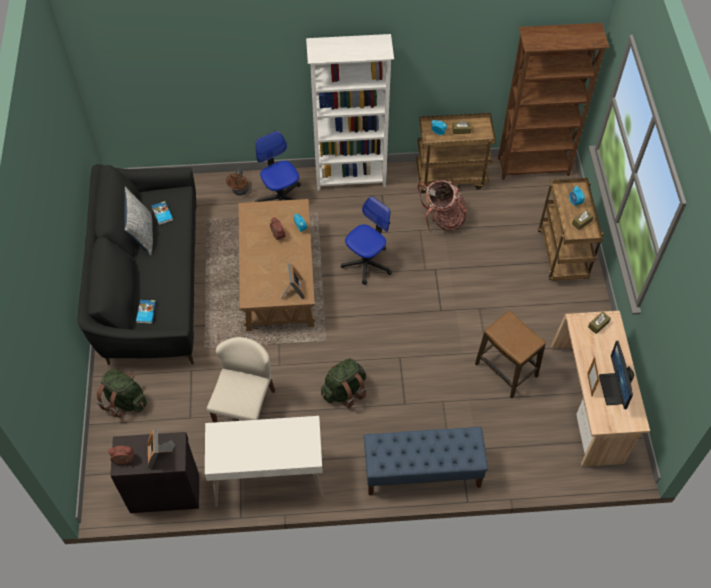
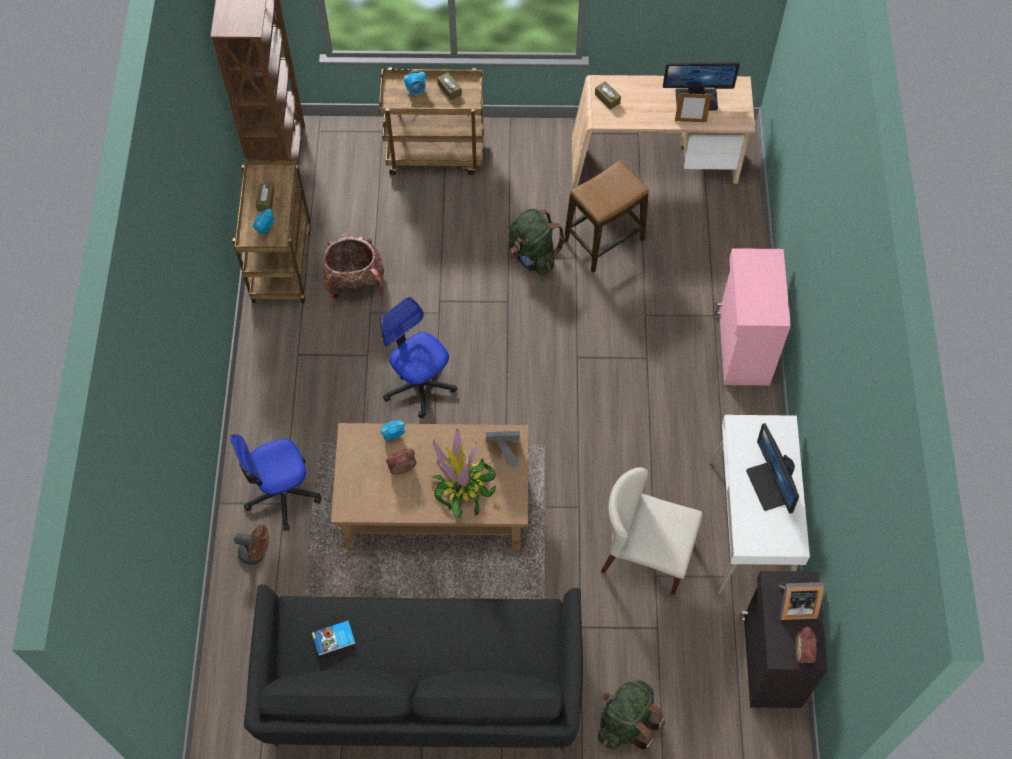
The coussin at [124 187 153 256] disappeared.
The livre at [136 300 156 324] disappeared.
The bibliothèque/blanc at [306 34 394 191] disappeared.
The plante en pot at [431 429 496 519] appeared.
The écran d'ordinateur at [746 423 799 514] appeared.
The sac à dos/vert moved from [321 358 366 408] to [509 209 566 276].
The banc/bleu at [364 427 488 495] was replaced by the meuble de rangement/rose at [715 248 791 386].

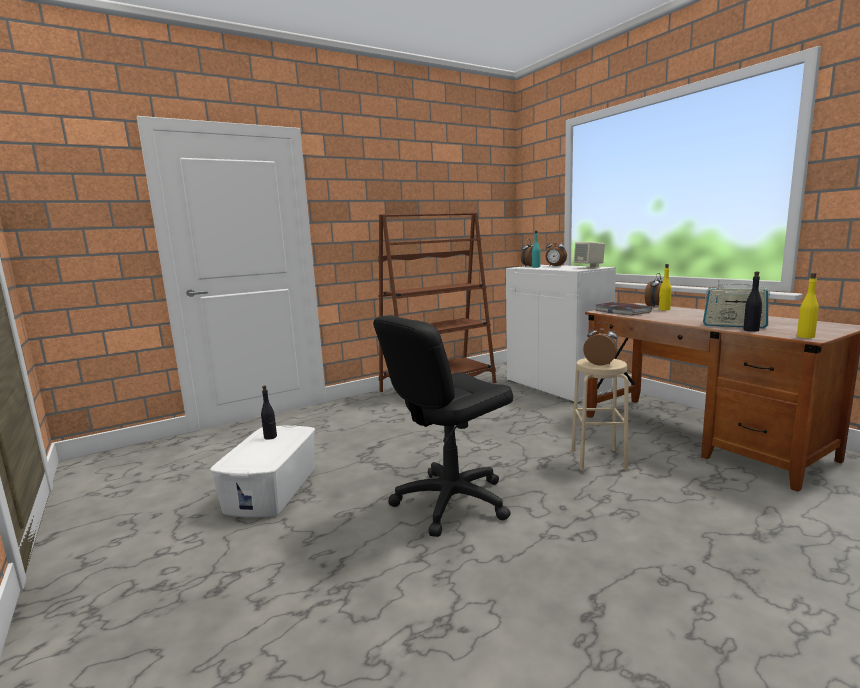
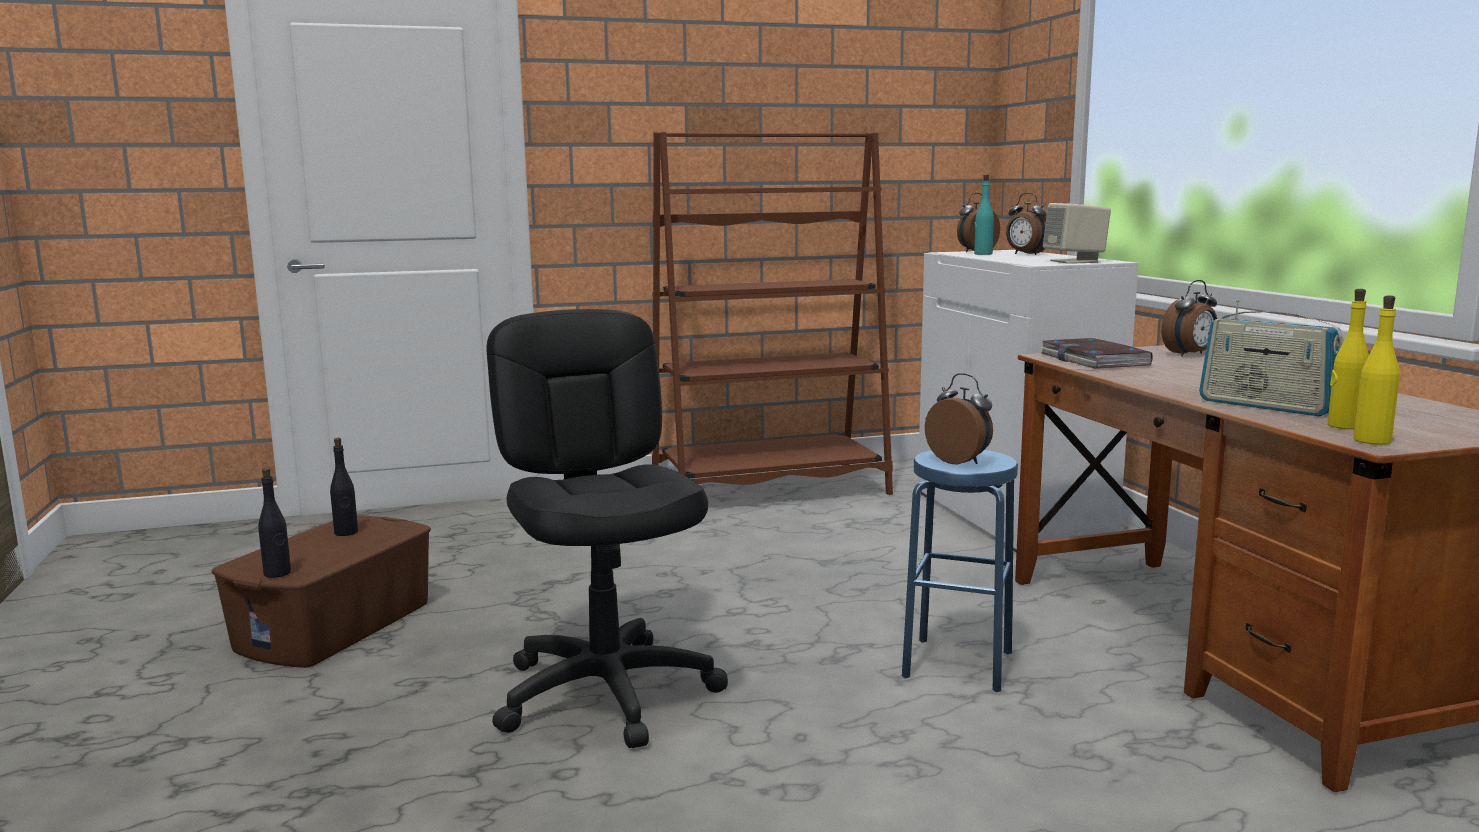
The bouteille/jaune moved from [659 264 672 310] to [1327 289 1369 429].
The bouteille/noir moved from [743 271 762 332] to [258 468 291 578].
The boîte de rangement/blanc at [210 425 315 518] became the boîte de rangement/marron at [212 515 431 668].
The tabouret/beige at [571 358 628 470] became the tabouret/bleu at [902 450 1018 692].
The chaise de bureau/noir at [373 316 513 537] turned 90 degrees clockwise.

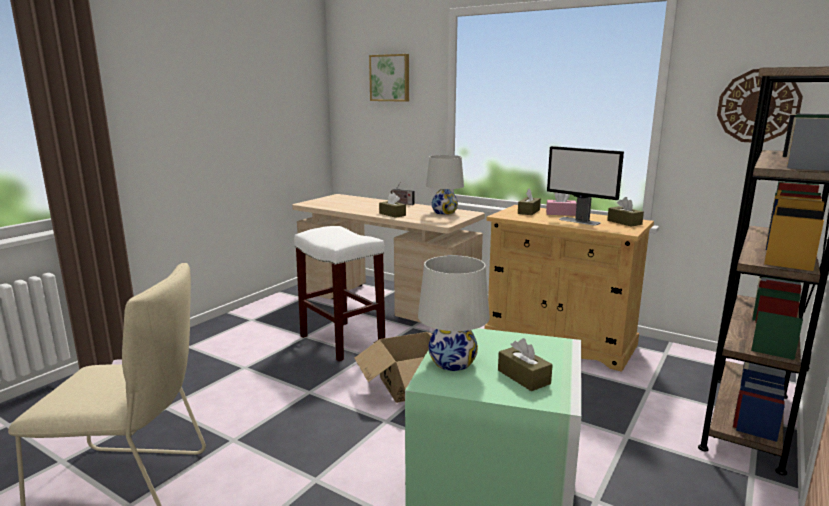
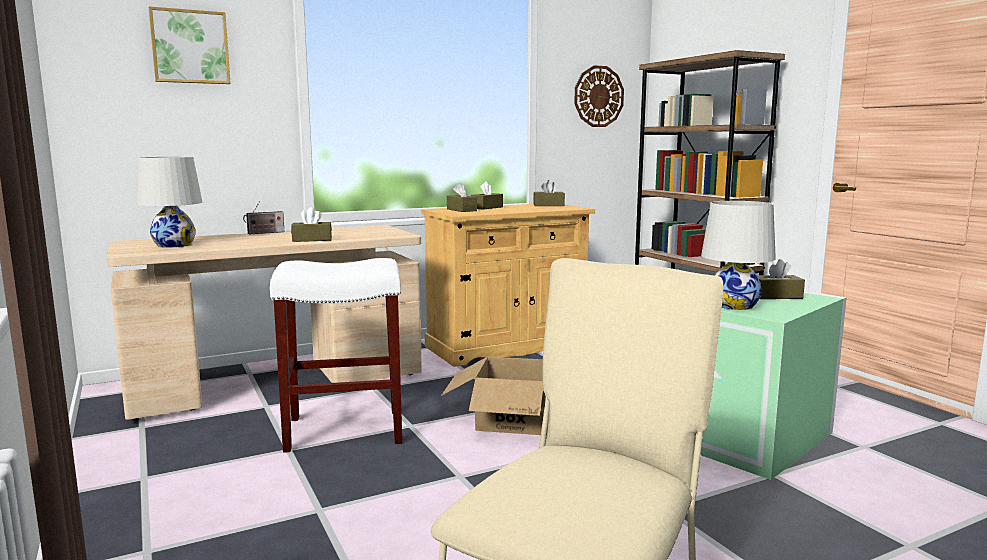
The écran d'ordinateur at [547 146 624 225] disappeared.
The lampe de table/blanc moved from [426 155 464 215] to [137 157 203 248].
The boîte à mouchoirs/rose at [546 193 577 216] became the boîte à mouchoirs/marron at [471 181 503 209].

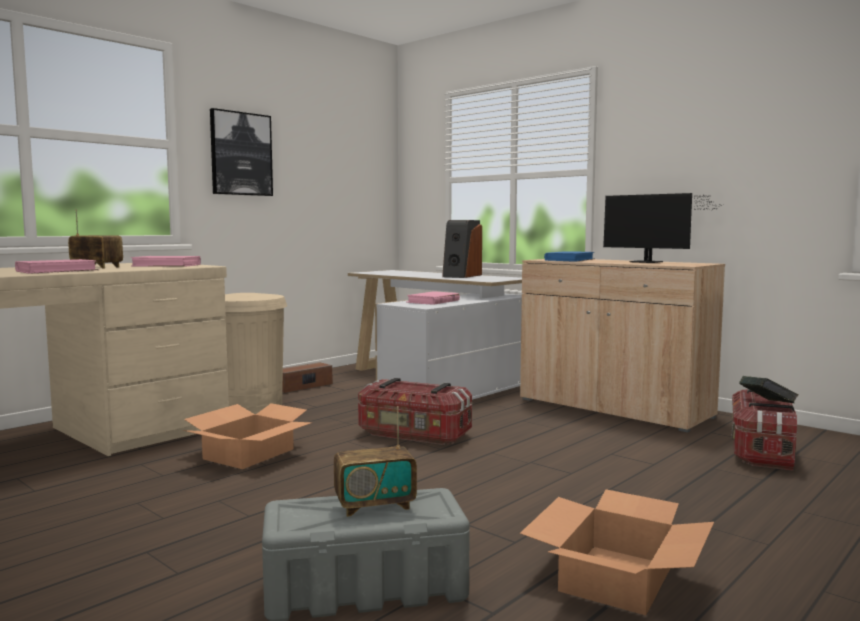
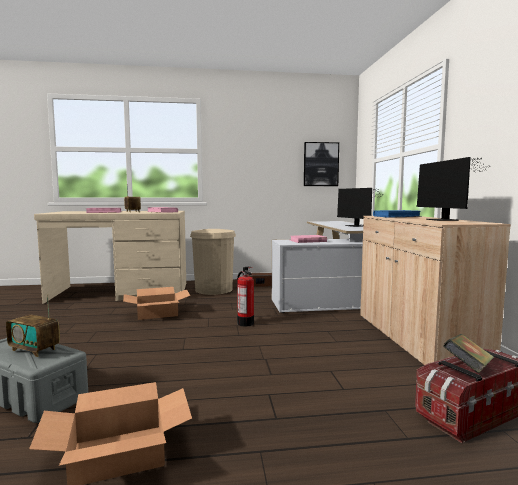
The tableau moved from [210 108 273 196] to [304 142 339 186].
The boîte de rangement at [358 378 472 445] was replaced by the extincteur at [237 267 254 326].
The enceinte at [442 220 482 278] was replaced by the écran d'ordinateur at [337 188 382 227].

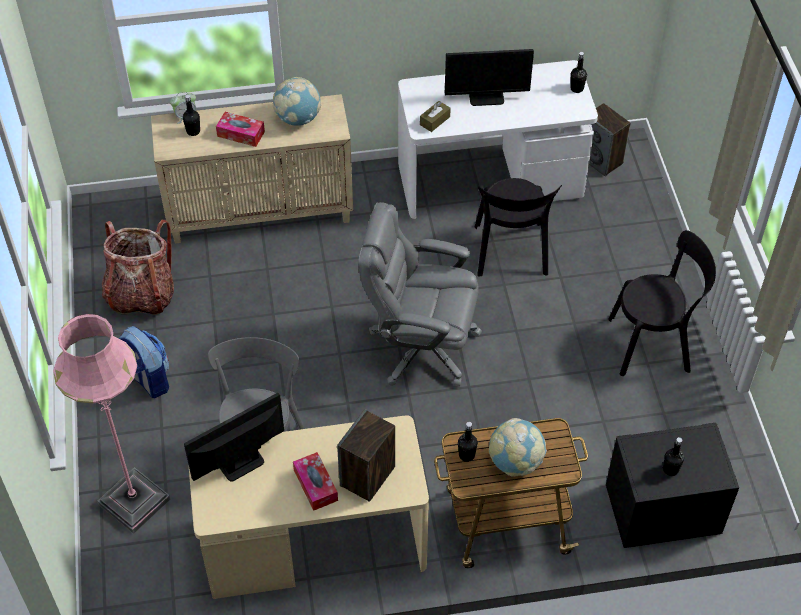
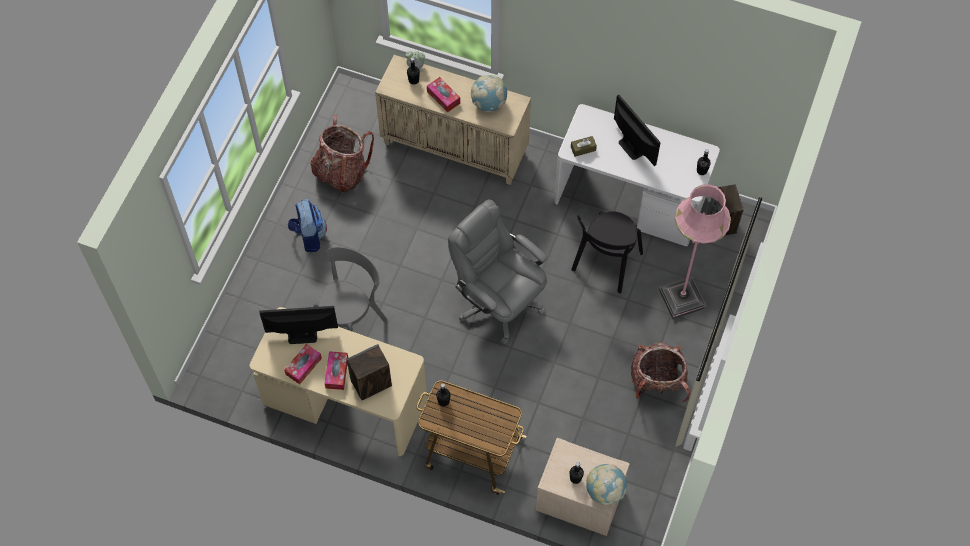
The boîte à mouchoirs at [284 344 322 384] appeared.
The lampadaire/rose moved from [53 314 170 534] to [659 184 731 319].
The globe moved from [489 418 547 477] to [586 464 627 505].
The chaise/noir at [608 230 716 376] was replaced by the sac à dos at [631 342 690 402].
The table de chevet/noir at [606 423 739 548] became the table de chevet/beige at [536 438 629 536].
The écran d'ordinateur at [445 49 534 106] turned 150 degrees counterclockwise.

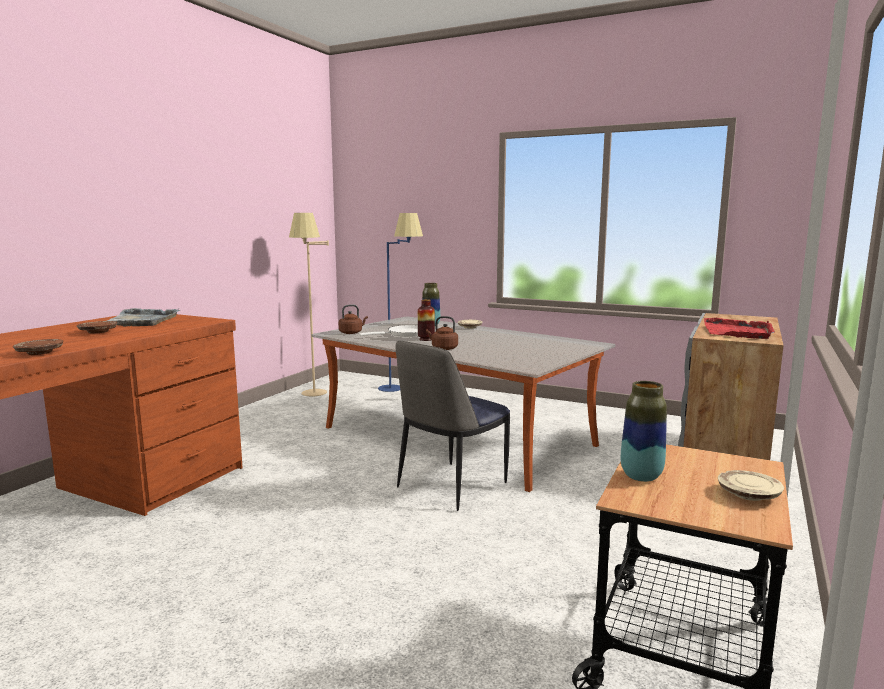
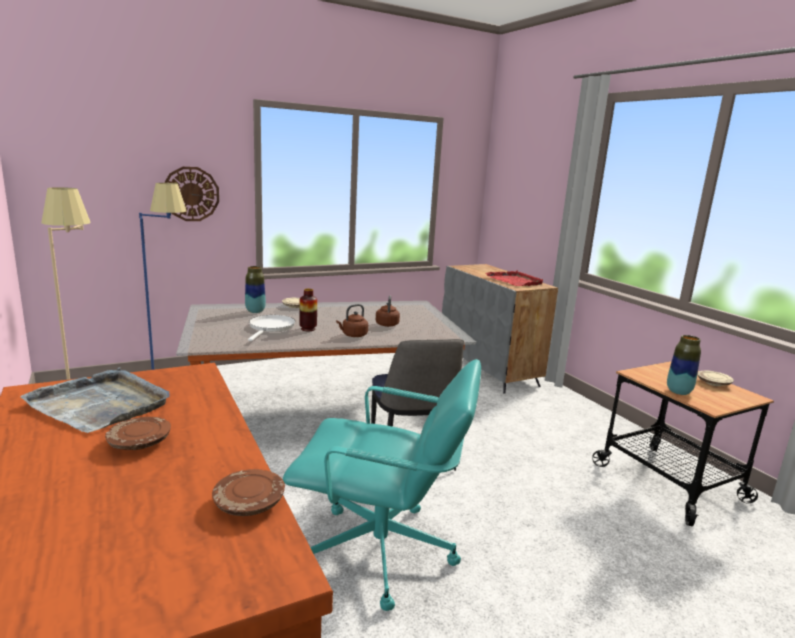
The horloge murale at [164 167 219 221] appeared.
The chaise de bureau/turquoise at [283 359 481 611] appeared.
The bouilloire/marron moved from [339 304 368 334] to [376 296 400 327].

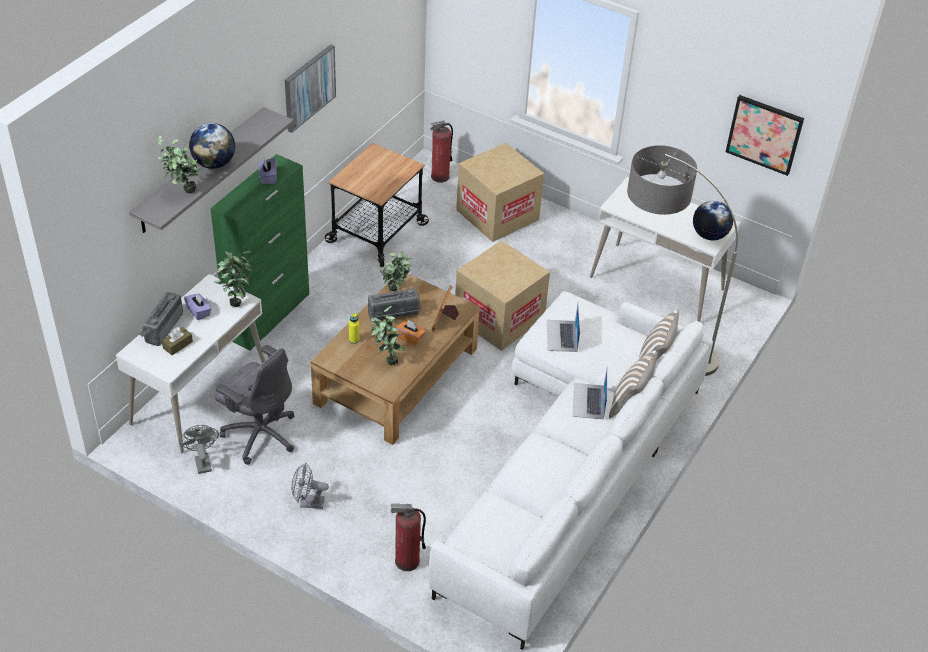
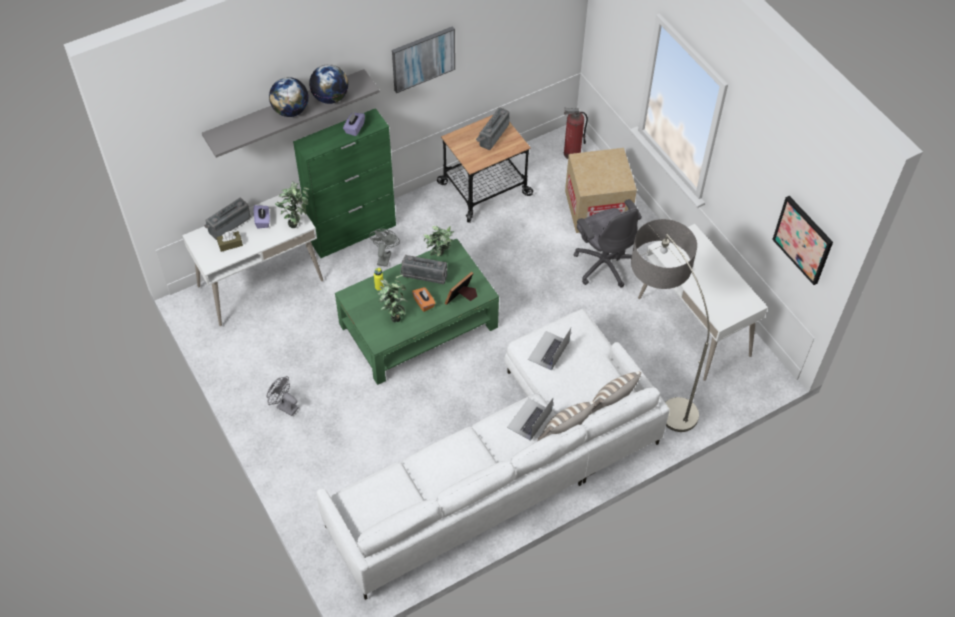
The plante en pot at [158 136 201 193] disappeared.
The extincteur at [391 504 426 571] disappeared.
The carton at [455 240 550 351] disappeared.
The radio at [476 107 510 150] appeared.
The ventilateur/gris moved from [179 425 219 474] to [369 229 400 267].
The chaise de bureau/gris moved from [214 345 294 465] to [574 199 642 287].
The globe moved from [693 201 733 240] to [309 64 349 104].
The table basse/marron at [311 274 480 445] became the table basse/vert at [335 238 499 385].

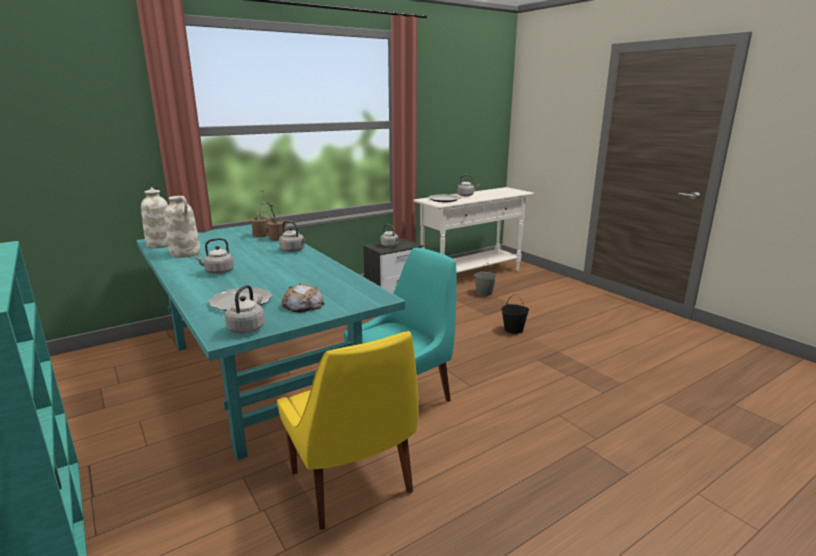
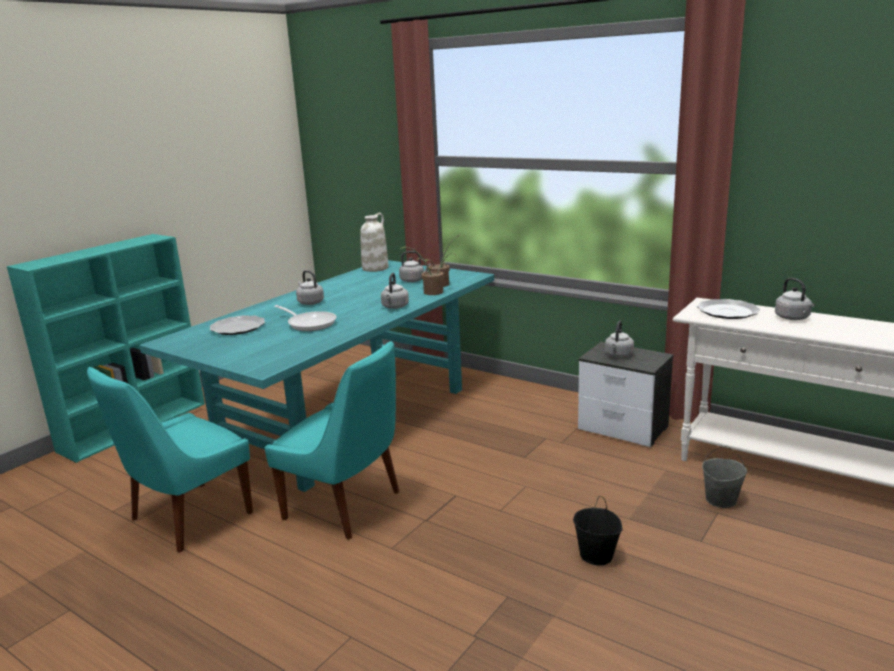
The vase/blanc at [165 196 201 258] disappeared.
The pain at [282 284 325 312] disappeared.
The poêle at [274 305 337 331] appeared.
The bouilloire/gris moved from [225 285 264 334] to [399 251 431 282].
The chaise/jaune at [277 331 419 530] became the chaise/turquoise at [87 367 253 552].

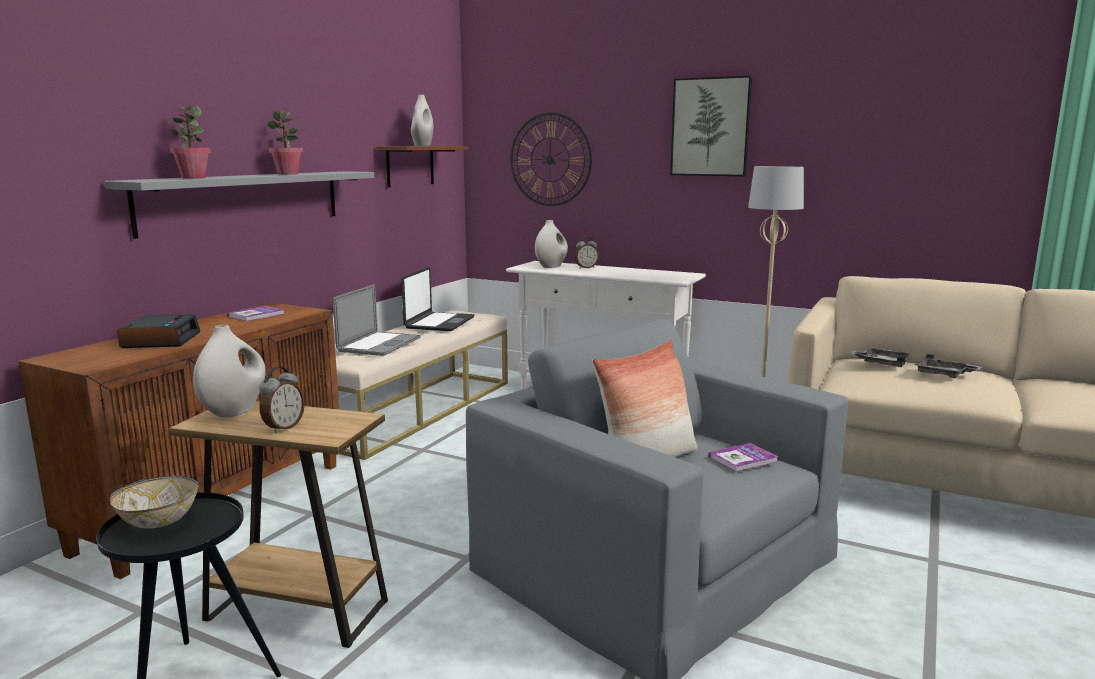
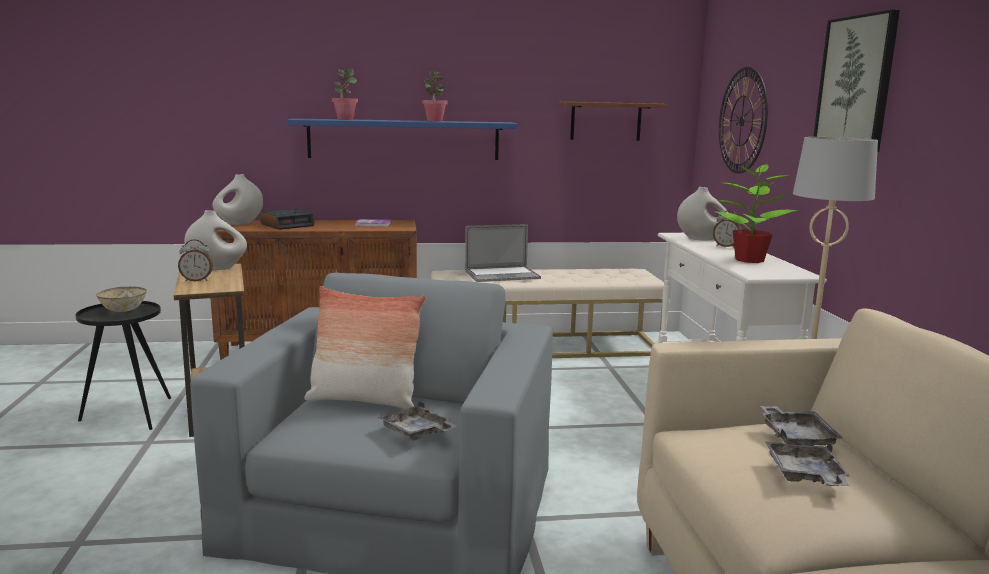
The ordinateur portable at [401 267 475 331] disappeared.
The plante en pot at [716 163 798 263] appeared.
The vase/blanc moved from [411 95 433 146] to [212 174 263 225].
The livre at [708 443 779 472] was replaced by the plateau/gris at [378 401 458 440].
The étagère/gris at [104 171 374 239] became the étagère/bleu at [287 118 518 160].

